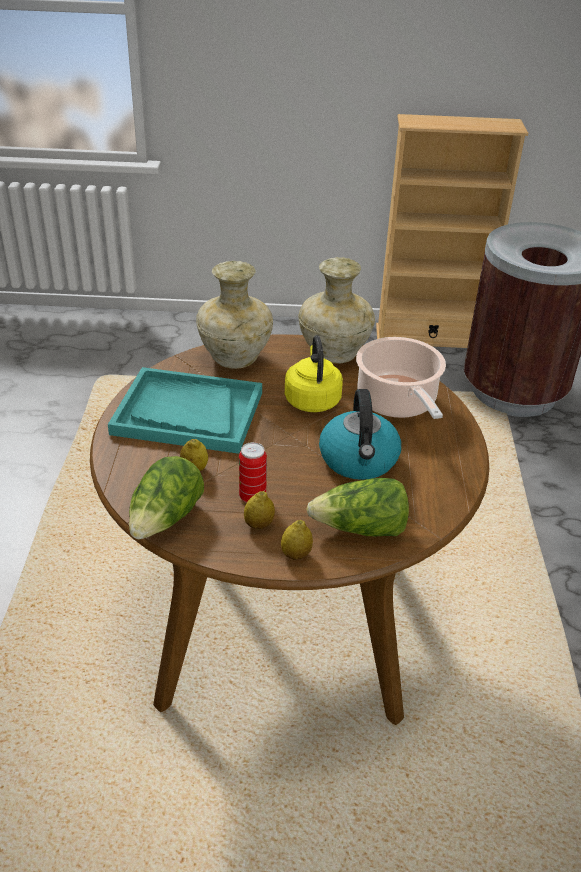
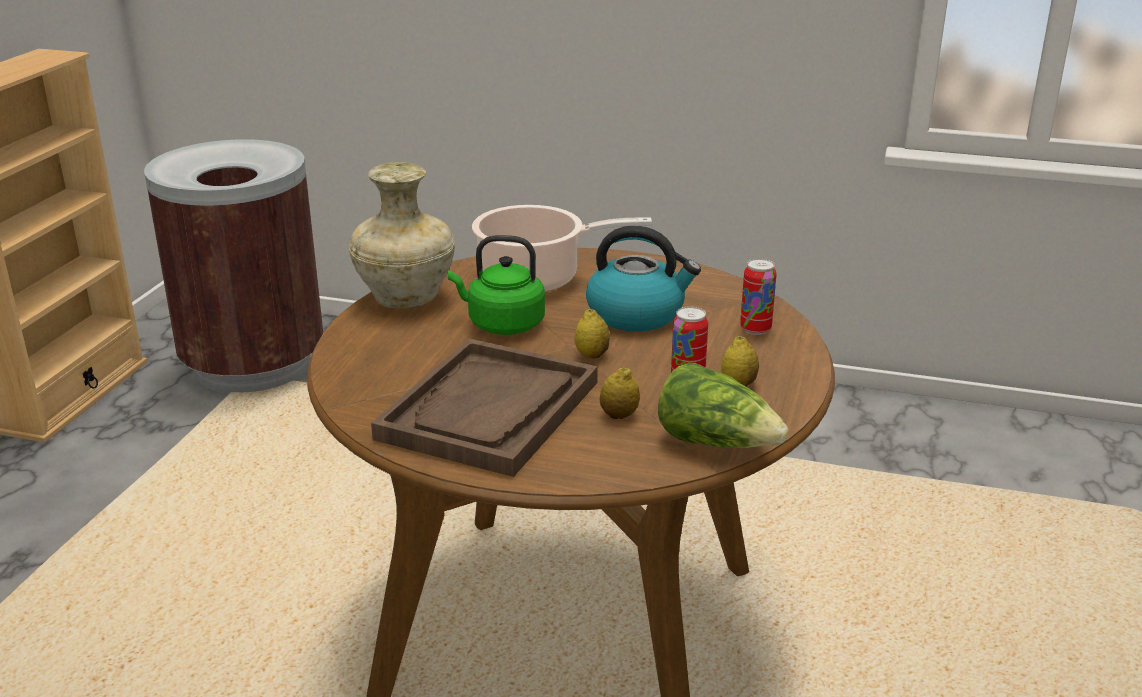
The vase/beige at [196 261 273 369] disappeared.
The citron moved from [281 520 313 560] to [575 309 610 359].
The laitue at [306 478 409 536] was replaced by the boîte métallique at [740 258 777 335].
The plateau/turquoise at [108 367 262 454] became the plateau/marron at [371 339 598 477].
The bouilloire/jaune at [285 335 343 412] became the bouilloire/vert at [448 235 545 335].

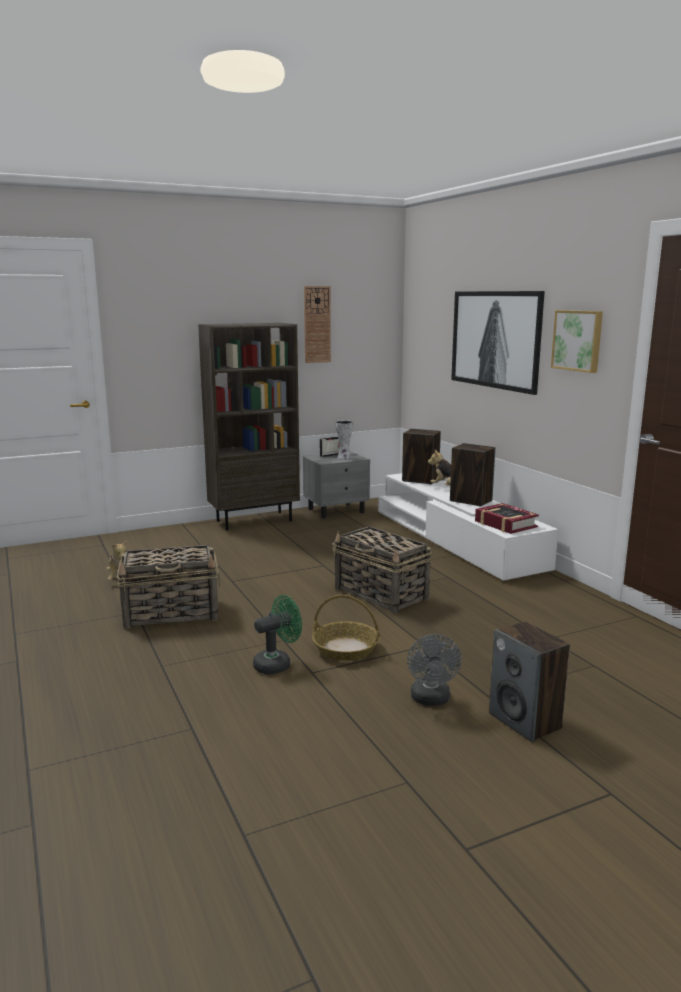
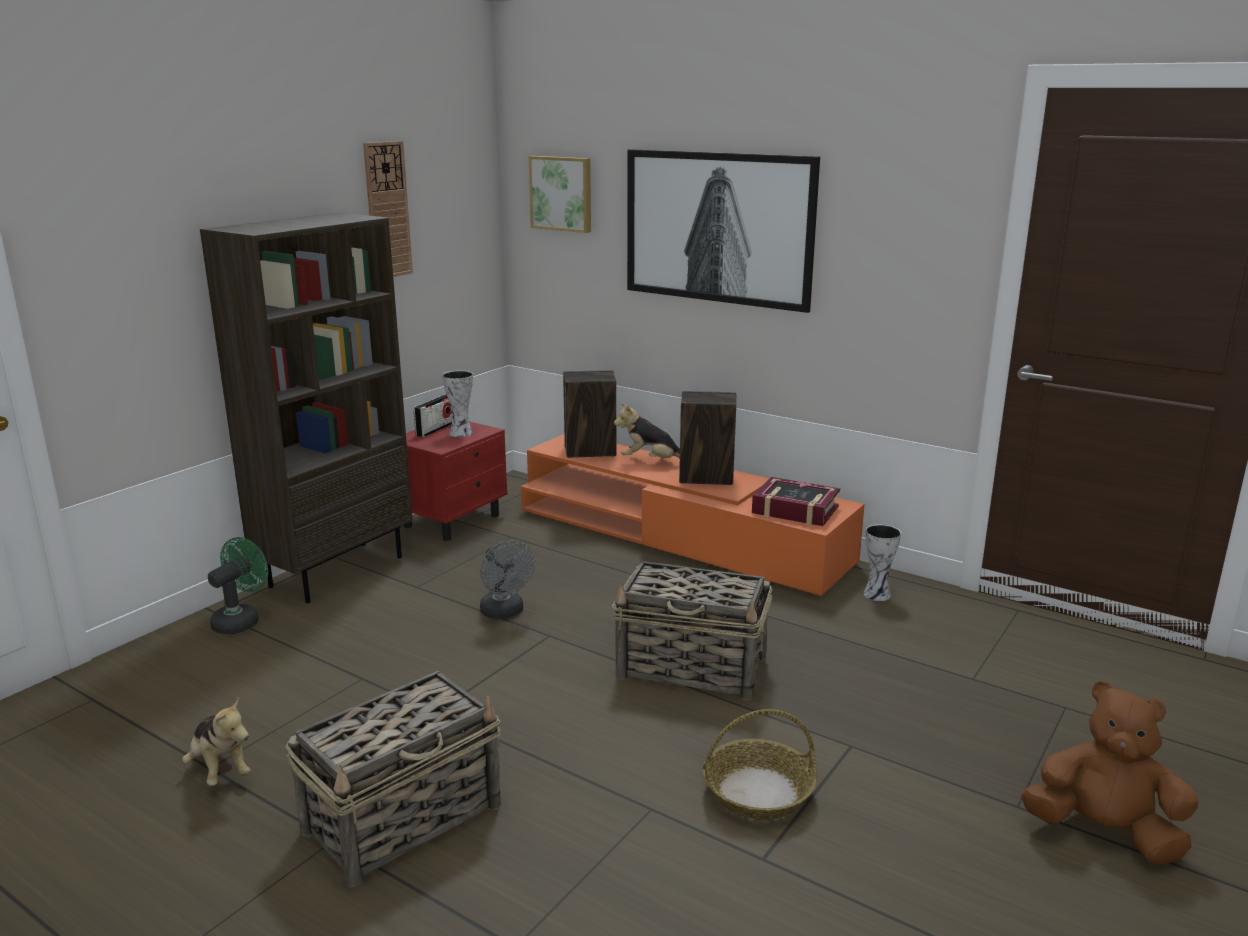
The vase at [863 524 901 601] appeared.
The ventilateur/vert moved from [253 595 302 674] to [208 537 268 634].
The ventilateur/gris moved from [407 634 462 706] to [480 540 535 619].
The tableau moved from [551 310 603 373] to [529 156 591 233].
The enceinte at [489 621 570 742] was replaced by the peluche/marron at [1021 682 1198 865].
The table de chevet/gris at [303 451 370 519] became the table de chevet/rouge at [404 421 507 541].
The meuble télé/blanc at [378 473 558 581] became the meuble télé/orange at [521 434 865 596].

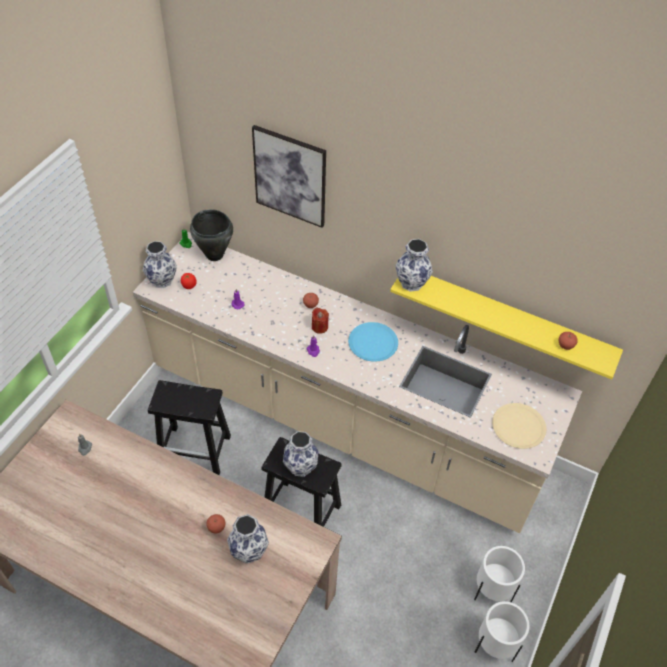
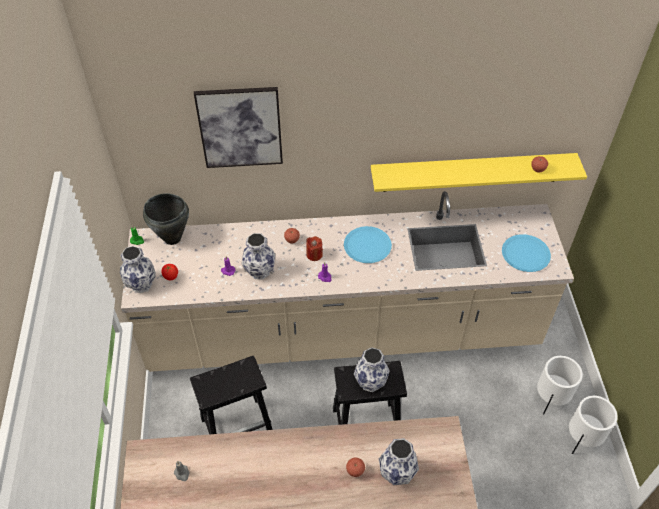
The vase moved from [395 239 433 292] to [242 233 275 280].
The assiette/beige at [492 403 546 449] became the assiette/bleu at [502 234 551 272].

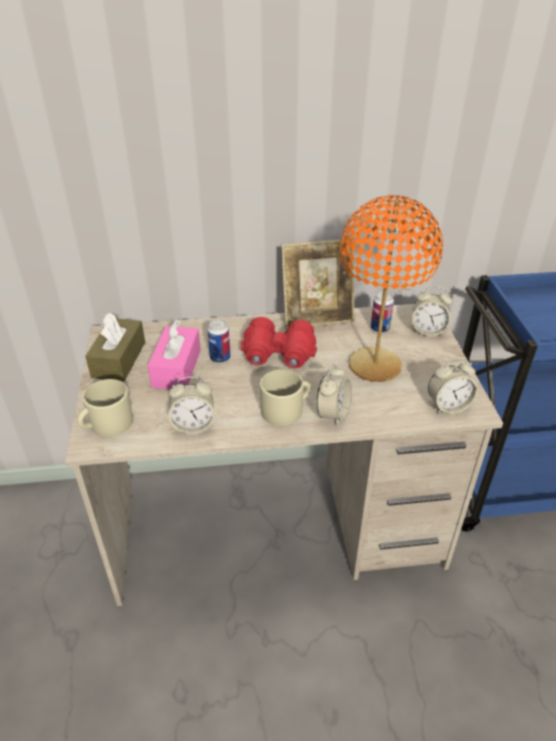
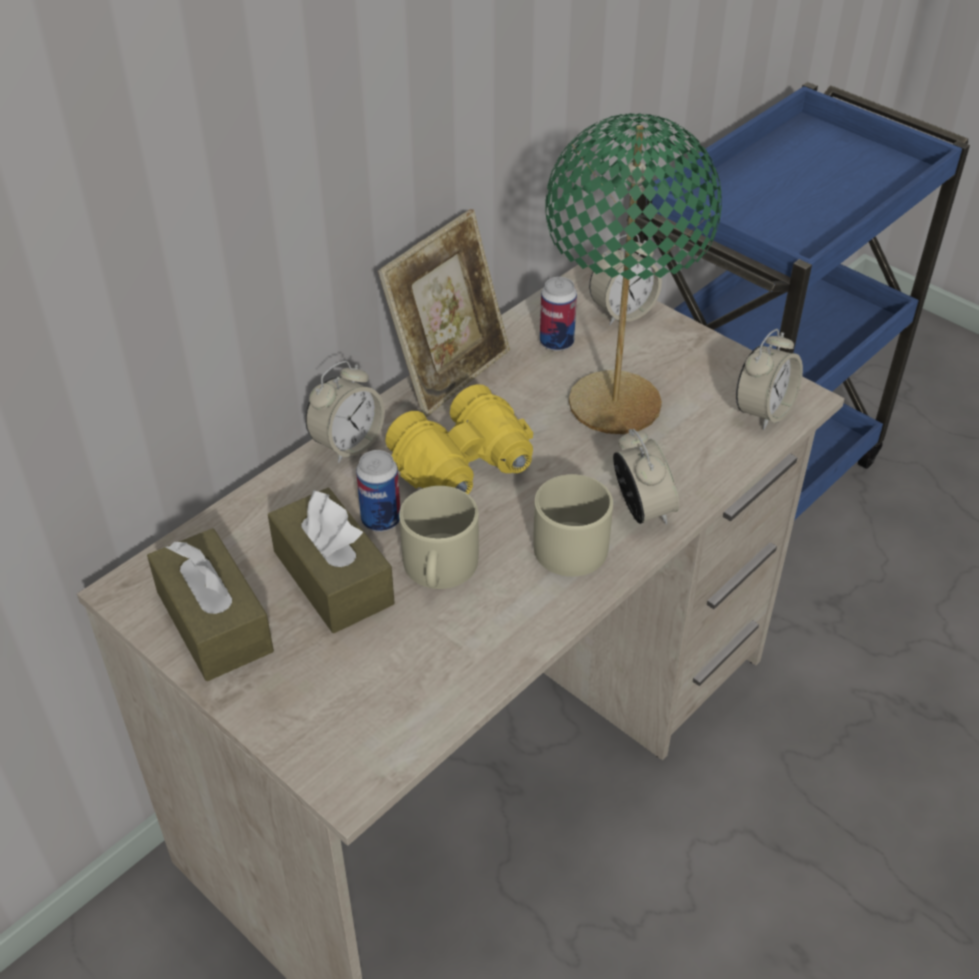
The mug/beige moved from [77 379 133 437] to [399 486 479 589].
The réveil moved from [168 377 215 434] to [305 361 385 464].
The boîte à mouchoirs/rose at [148 320 201 389] became the boîte à mouchoirs/marron at [268 488 395 633].
The jumelles/rouge at [241 317 317 368] became the jumelles/jaune at [385 384 533 494].
The lampe de table/orange at [340 195 443 382] became the lampe de table/vert at [545 113 722 434].

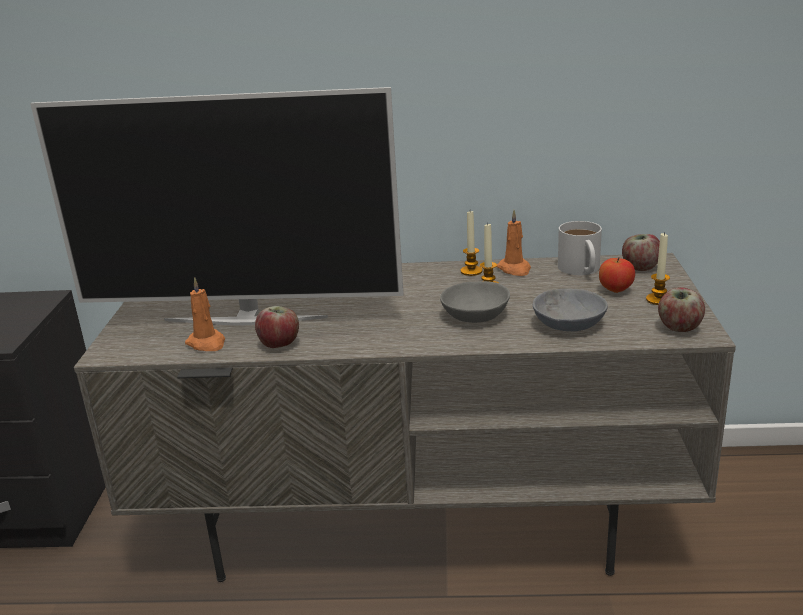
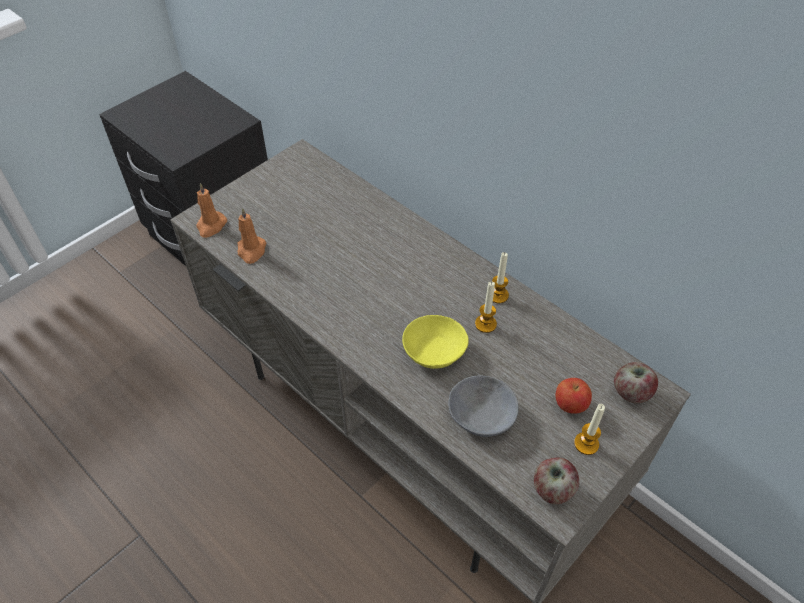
The téléviseur at [30 87 404 326] disappeared.
The pomme at [255 306 299 348] disappeared.
The mug/blanc at [558 221 602 275] disappeared.
The bougie/orange moved from [496 210 531 276] to [196 183 227 238].
The bol/gris at [440 281 510 323] became the bol/jaune at [402 315 469 369].

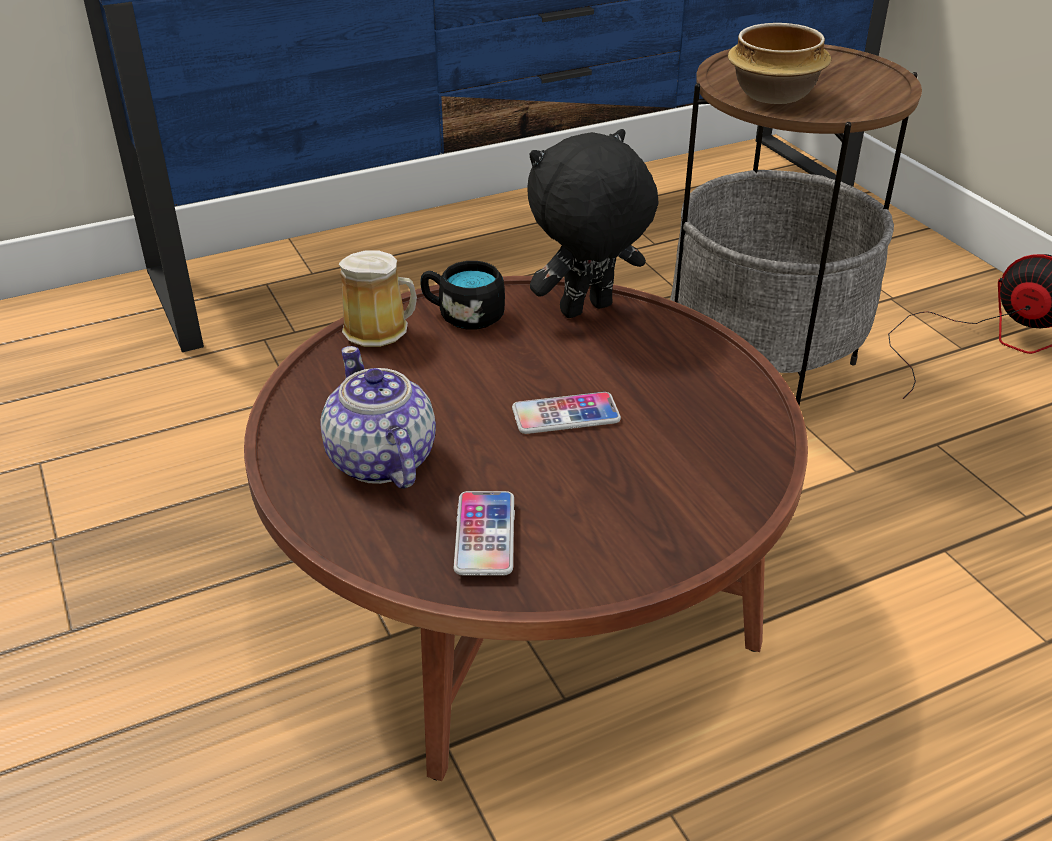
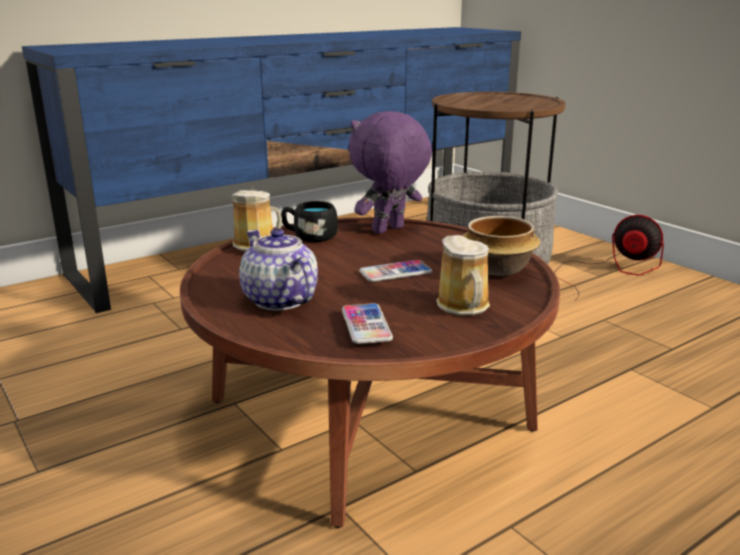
The mug at [436 235 490 316] appeared.
The bol moved from [728 23 832 104] to [463 216 540 276].
The peluche/noir at [527 129 659 318] became the peluche/violet at [349 111 432 234].

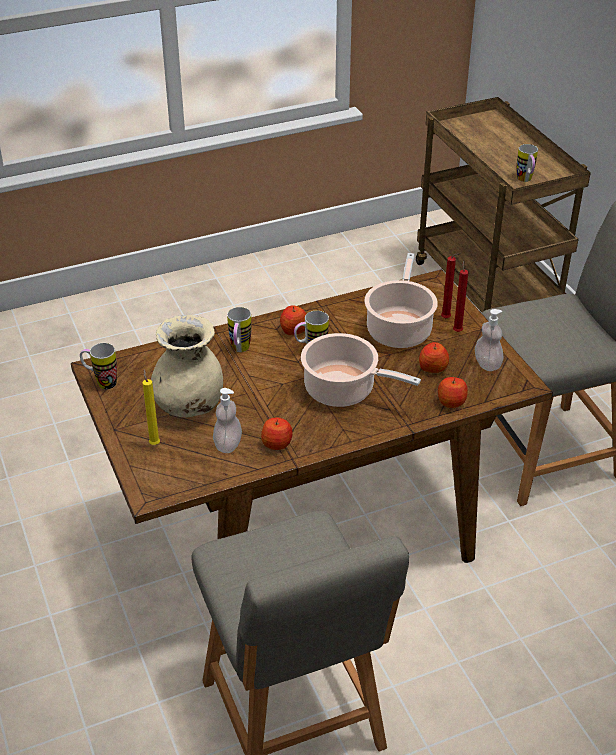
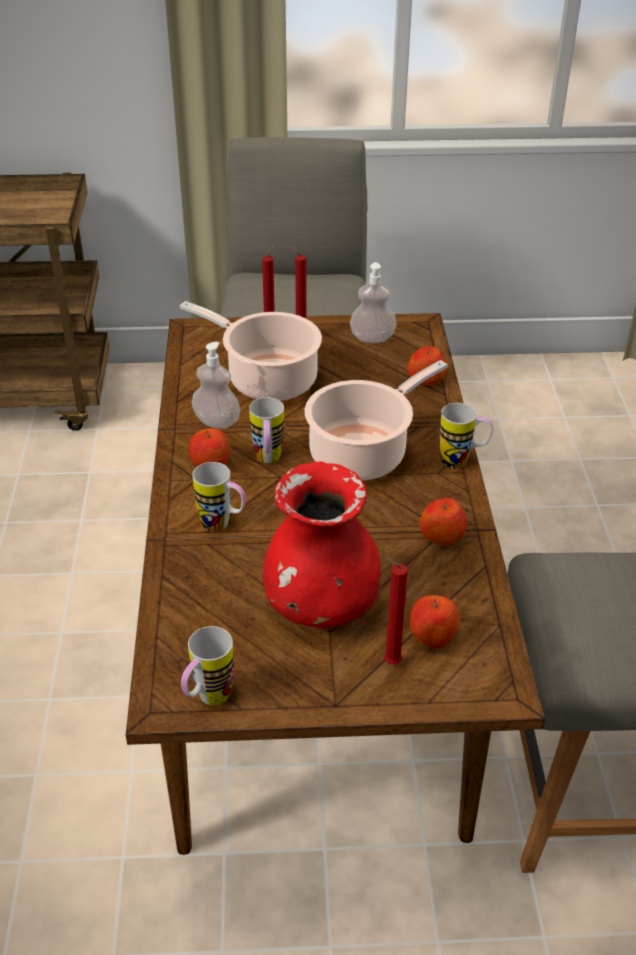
The distributeur de savon moved from [213 388 242 453] to [192 342 240 429].
The pomme moved from [419 342 449 373] to [409 595 460 649].
The mug moved from [517 144 538 182] to [440 403 493 469].
The bougie/jaune at [143 369 160 445] became the bougie/rouge at [384 557 408 665].
The vase/beige at [151 315 223 417] became the vase/rouge at [262 462 381 628].

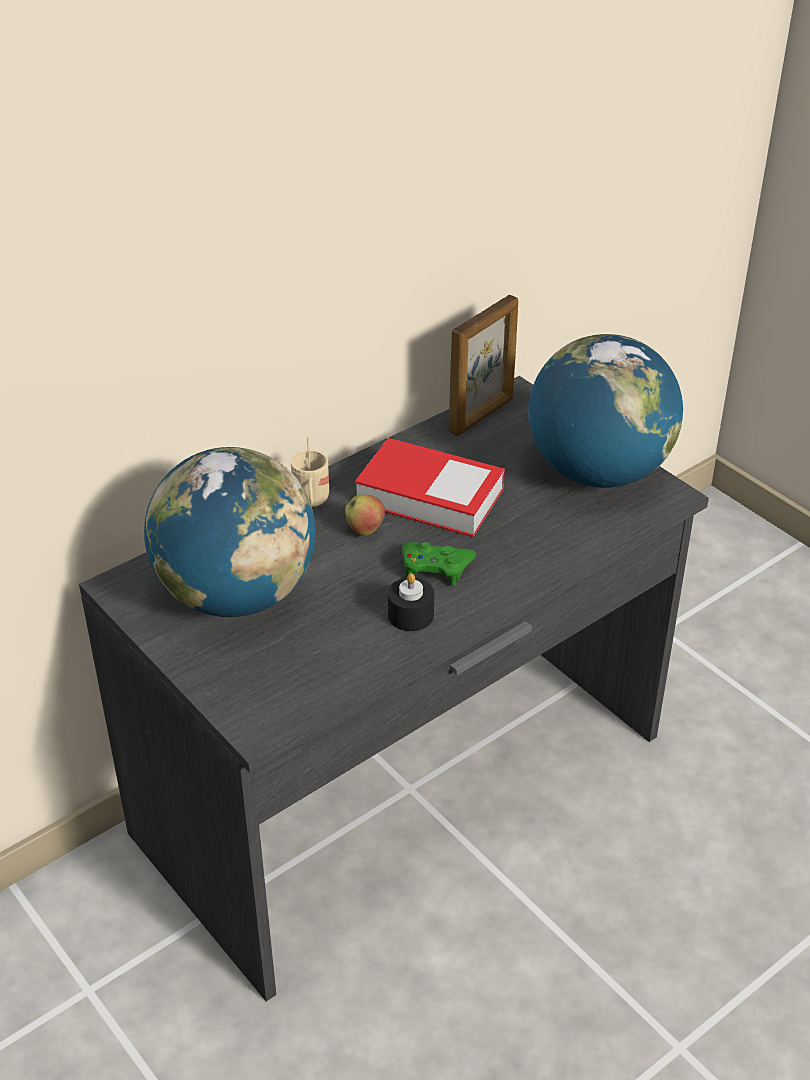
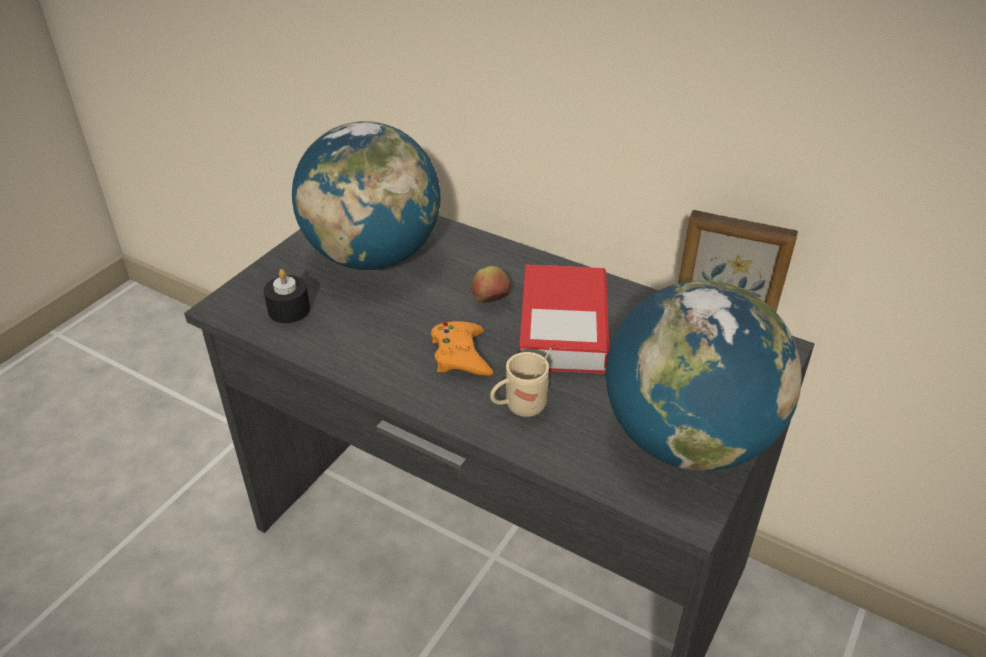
The mug/beige moved from [290 437 329 507] to [490 348 552 417].
The bougie/noir moved from [388 573 434 631] to [264 269 310 323].
The manette/vert at [402 542 476 586] became the manette/orange at [431 321 494 376].

